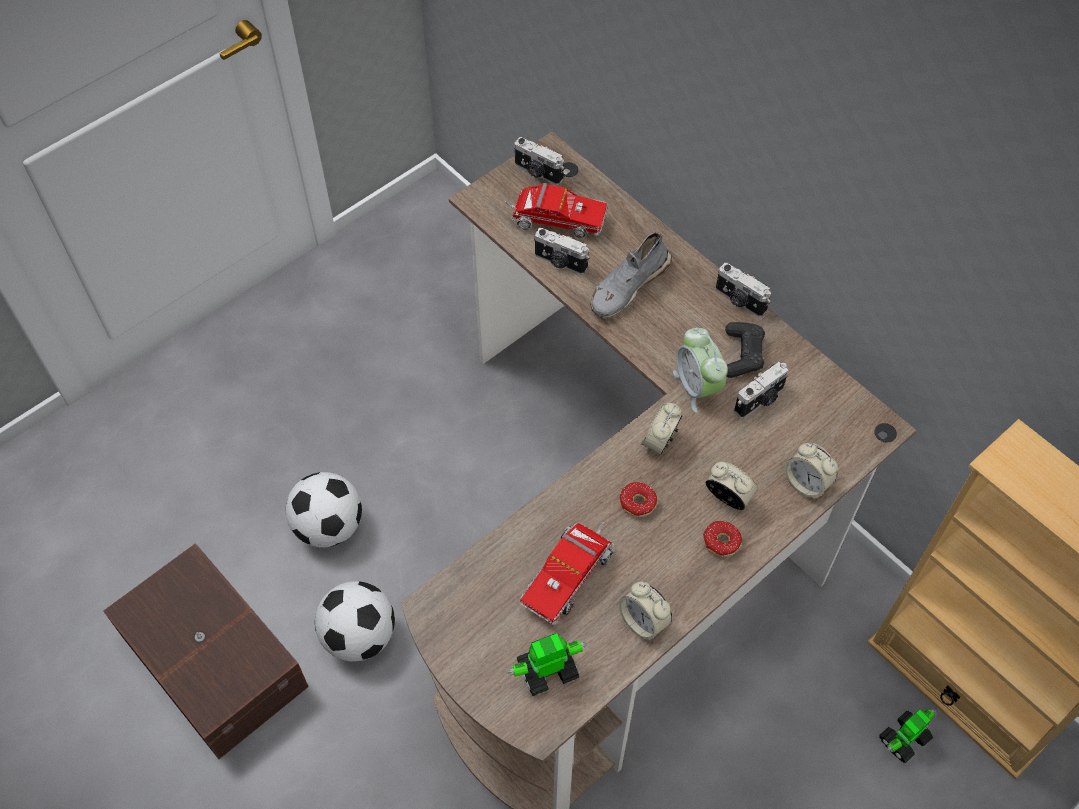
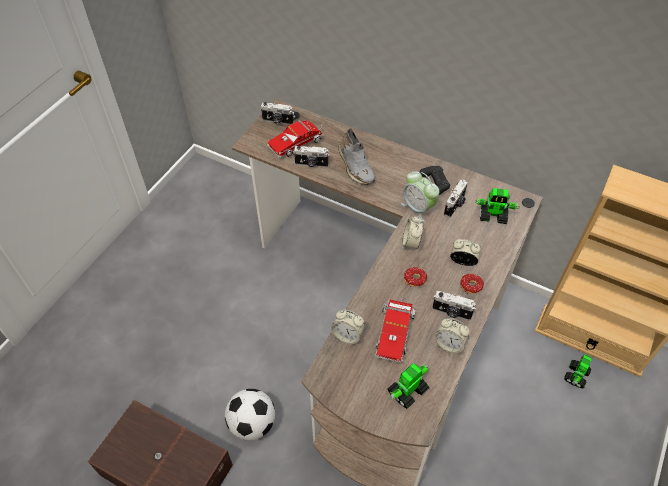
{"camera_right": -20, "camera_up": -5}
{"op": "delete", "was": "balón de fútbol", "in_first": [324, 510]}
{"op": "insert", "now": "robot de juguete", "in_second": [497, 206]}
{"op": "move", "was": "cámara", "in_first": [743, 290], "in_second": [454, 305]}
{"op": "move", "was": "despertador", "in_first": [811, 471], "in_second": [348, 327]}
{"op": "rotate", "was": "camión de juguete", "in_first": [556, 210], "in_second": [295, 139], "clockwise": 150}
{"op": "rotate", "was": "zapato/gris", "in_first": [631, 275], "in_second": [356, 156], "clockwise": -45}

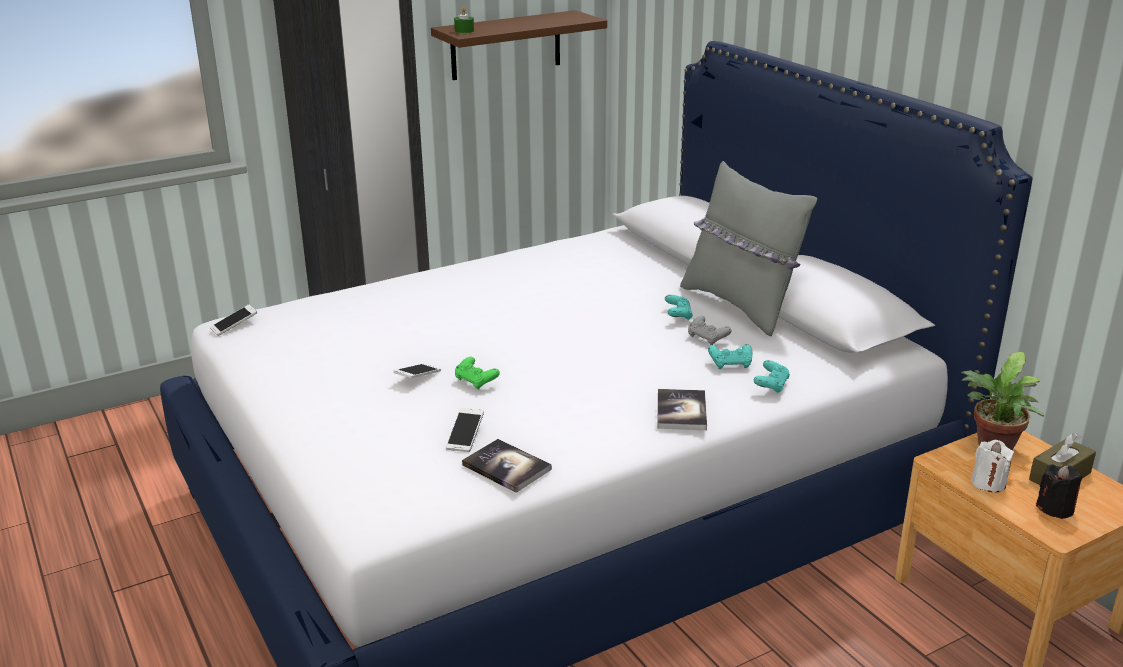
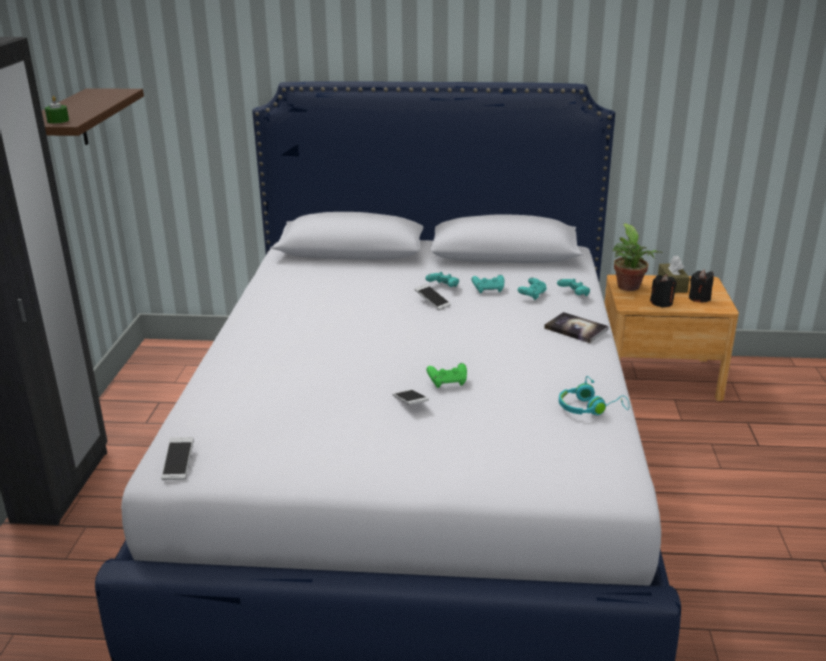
{"camera_right": -55, "camera_up": 0}
{"op": "delete", "was": "cojín/gris", "in_first": [748, 248]}
{"op": "move", "was": "móvil", "in_first": [465, 430], "in_second": [433, 297]}
{"op": "replace", "was": "libro", "now": "auriculares/turquesa", "in_first": [507, 466], "in_second": [594, 395]}
{"op": "recolor", "was": "mando de consola/gris", "now": "mando de consola/turquesa", "in_first": [710, 330], "in_second": [487, 284]}
{"op": "recolor", "was": "vela/blanco", "now": "vela/negro", "in_first": [992, 466], "in_second": [663, 290]}

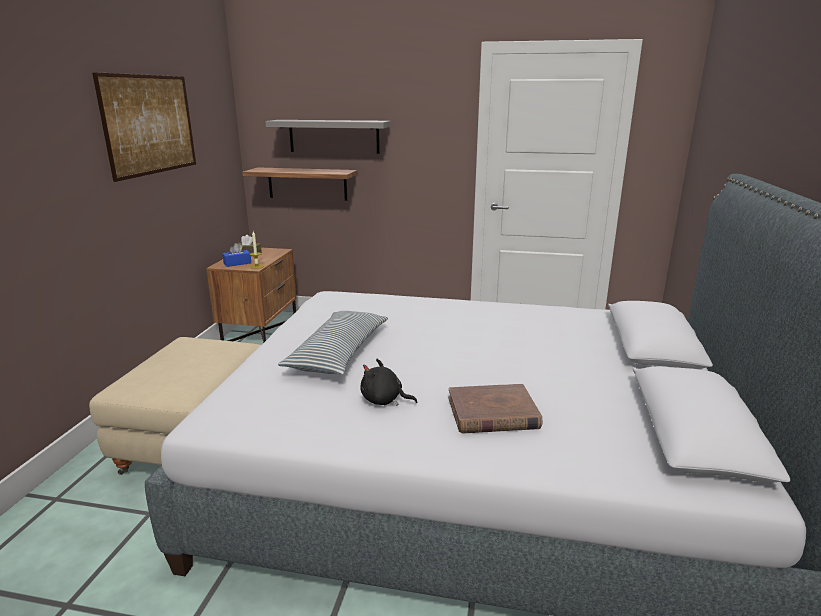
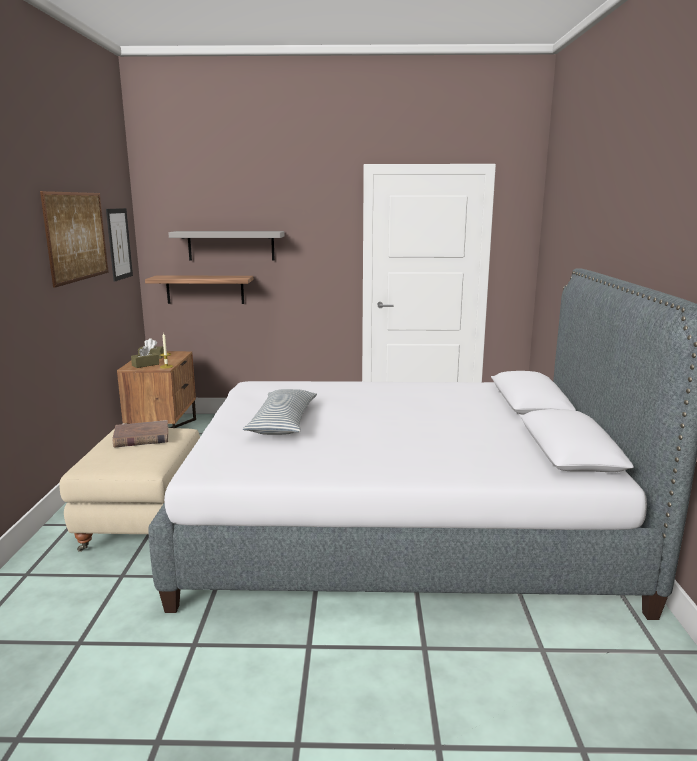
{"camera_right": -10, "camera_up": -5}
{"op": "delete", "was": "peluche/negro", "in_first": [388, 382]}
{"op": "insert", "now": "cuadro", "in_second": [119, 245]}
{"op": "move", "was": "libro/marrón", "in_first": [495, 409], "in_second": [140, 434]}
{"op": "recolor", "was": "caja de pañuelos/azul", "now": "caja de pañuelos/marrón", "in_first": [236, 255], "in_second": [145, 357]}

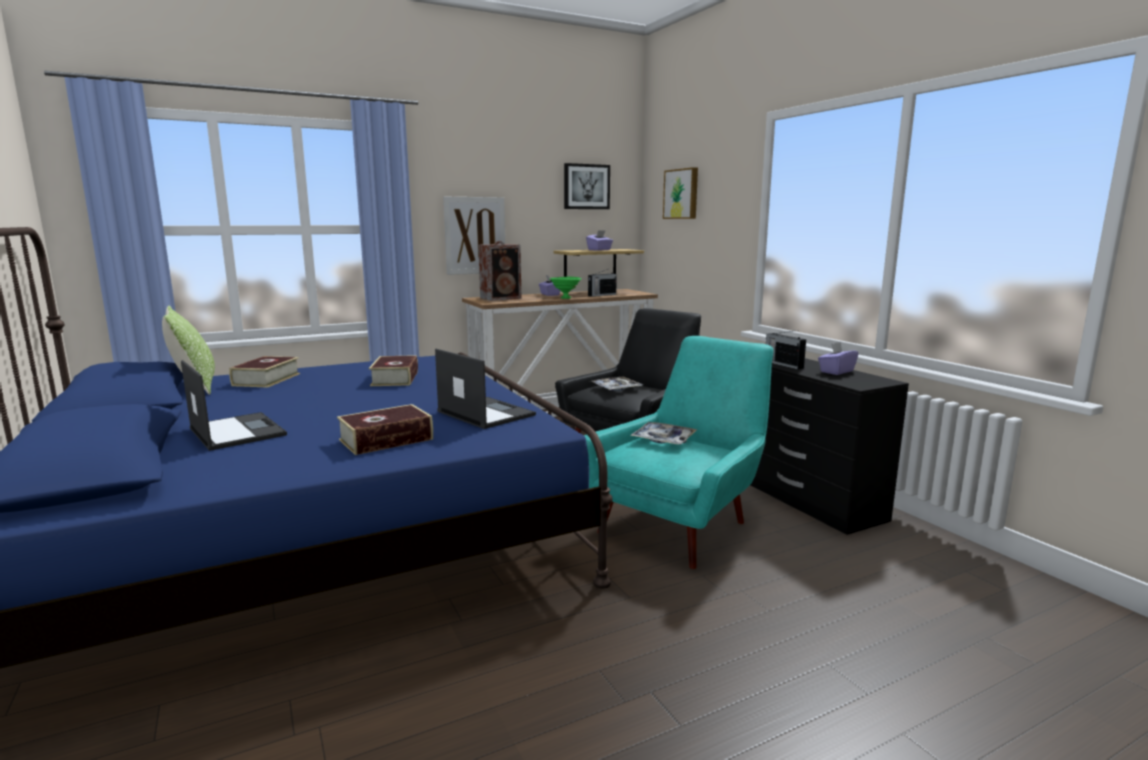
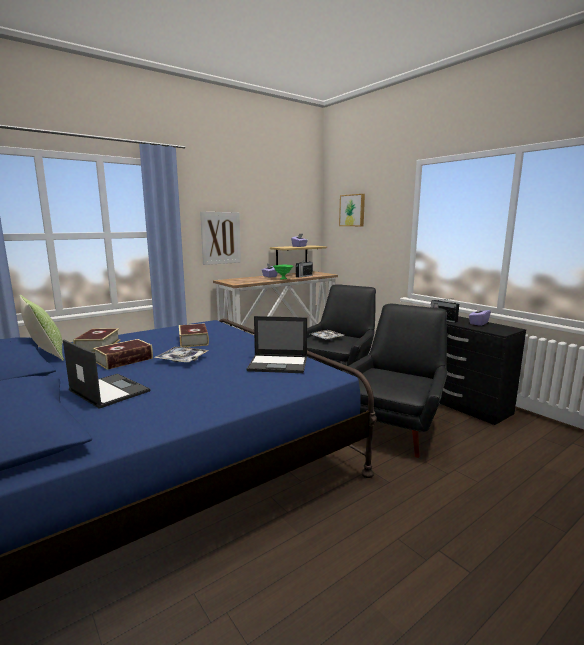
{"camera_right": -10, "camera_up": 0}
{"op": "delete", "was": "altavoz", "in_first": [499, 271]}
{"op": "delete", "was": "cuadro", "in_first": [587, 186]}
{"op": "move", "was": "libro", "in_first": [385, 429], "in_second": [123, 354]}
{"op": "move", "was": "bandeja", "in_first": [664, 433], "in_second": [181, 355]}
{"op": "recolor", "was": "sillón/turquesa", "now": "sillón/negro", "in_first": [678, 452], "in_second": [395, 381]}
{"op": "rotate", "was": "portátil", "in_first": [485, 389], "in_second": [276, 344], "clockwise": 150}

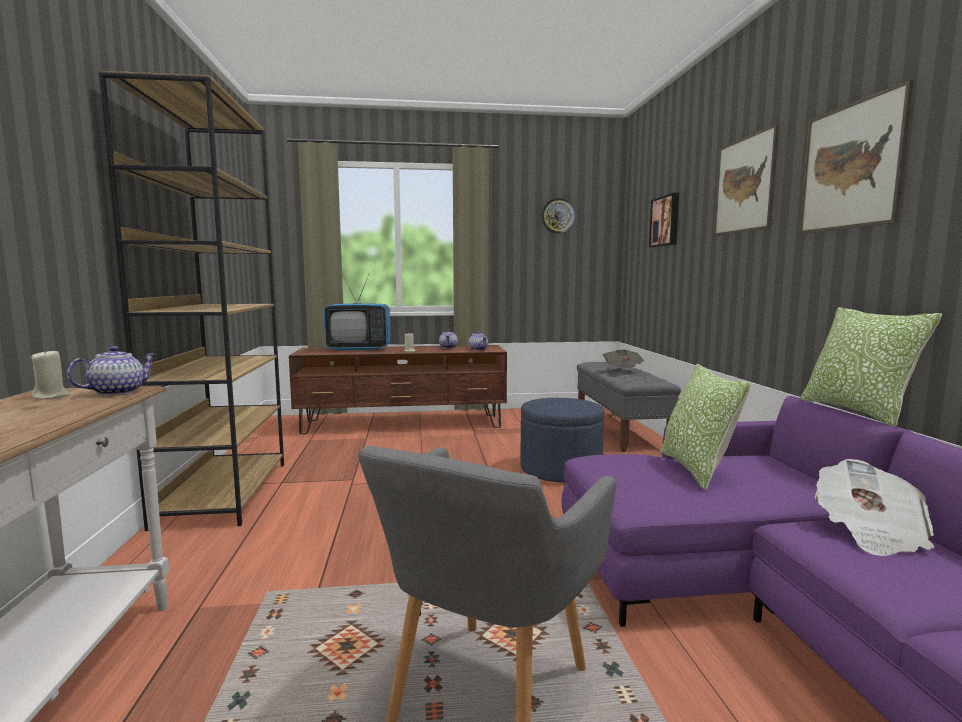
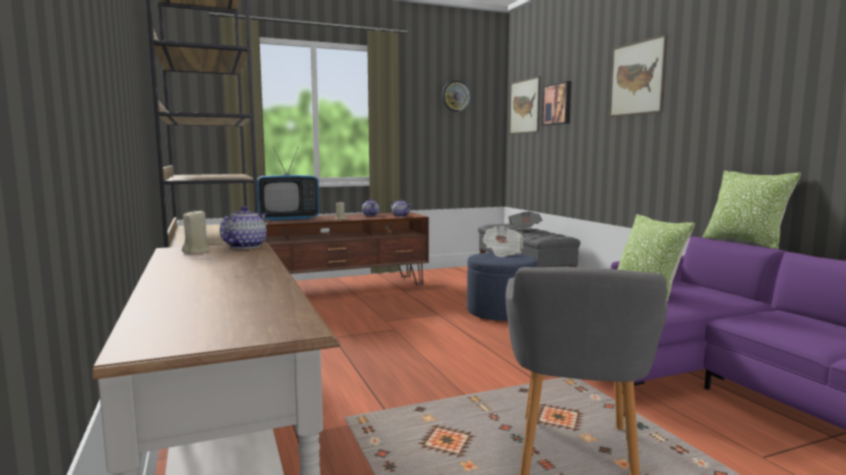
{"camera_right": -15, "camera_up": 0}
{"op": "move", "was": "cuadro", "in_first": [856, 156], "in_second": [525, 105]}
{"op": "move", "was": "periódico", "in_first": [874, 507], "in_second": [502, 241]}

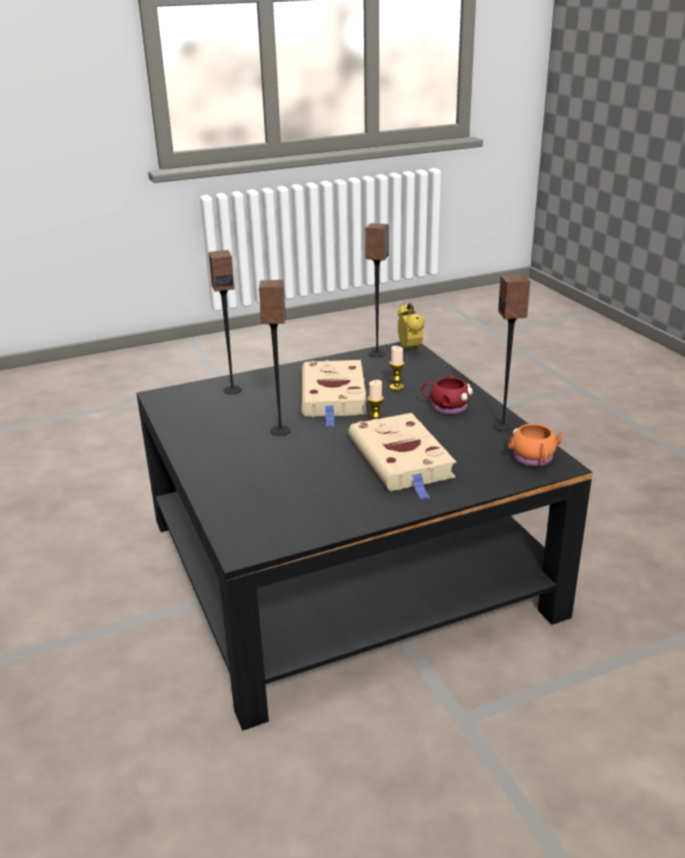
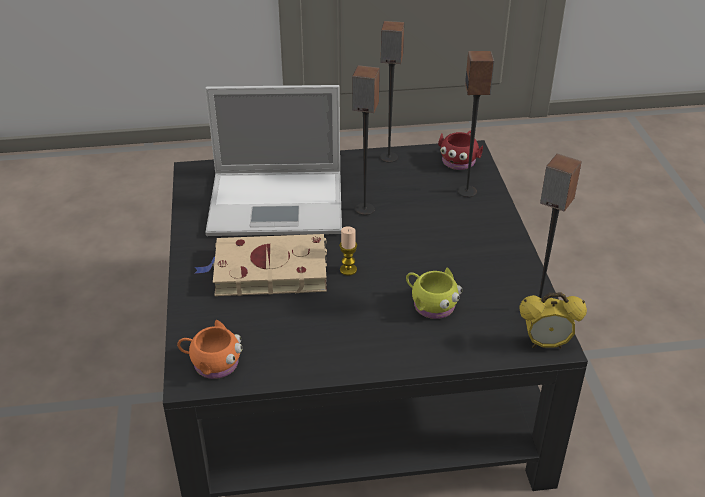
{"camera_right": 105, "camera_up": 10}
{"op": "delete", "was": "libro/beis", "in_first": [334, 393]}
{"op": "insert", "now": "portátil", "in_second": [273, 160]}
{"op": "move", "was": "taza grande/rojo", "in_first": [447, 394], "in_second": [460, 150]}
{"op": "move", "was": "altavoz", "in_first": [512, 352], "in_second": [392, 92]}
{"op": "replace", "was": "vela", "now": "taza grande/amarillo", "in_first": [396, 368], "in_second": [434, 293]}

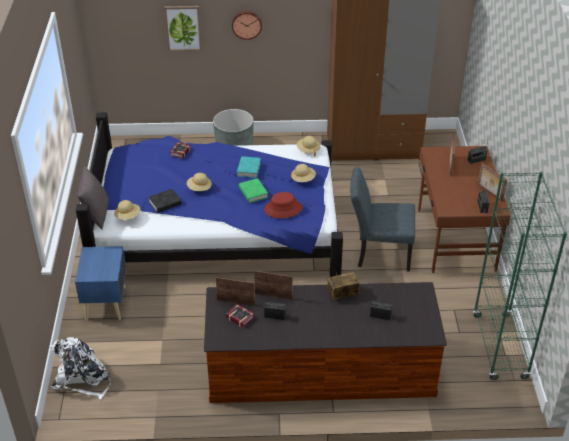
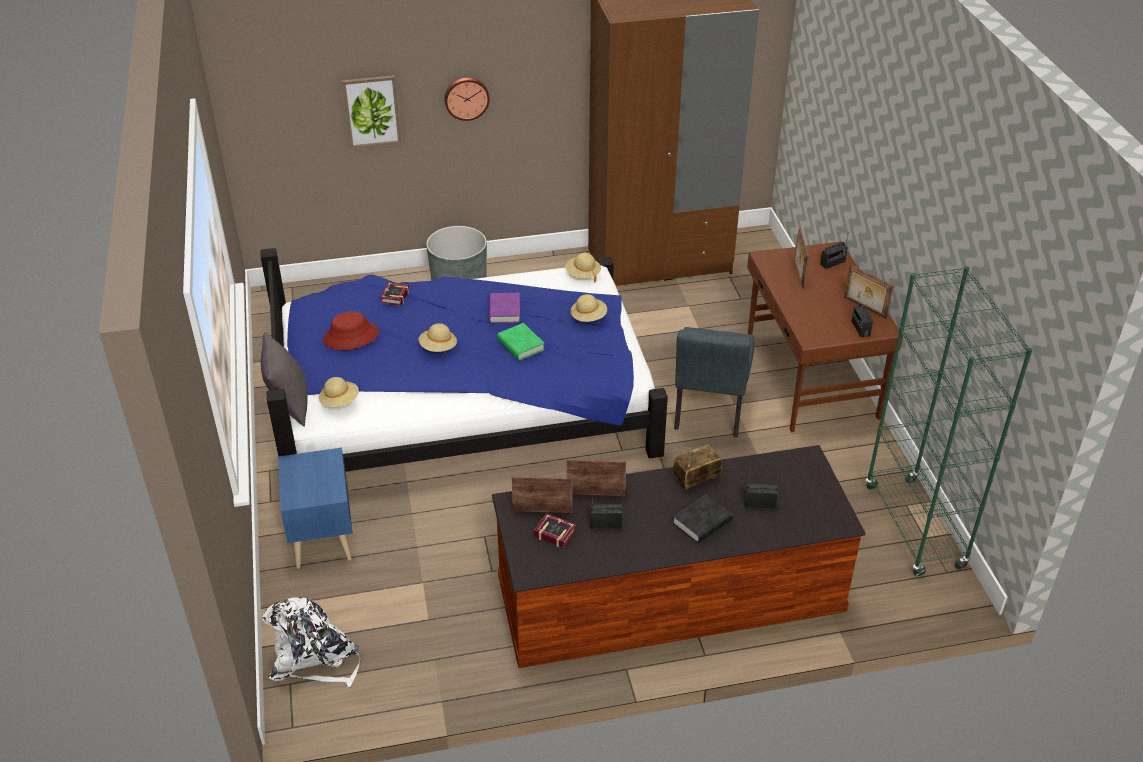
{"camera_right": -10, "camera_up": 0}
{"op": "move", "was": "libro/negro", "in_first": [165, 201], "in_second": [702, 518]}
{"op": "move", "was": "sombrero/rojo", "in_first": [283, 205], "in_second": [351, 330]}
{"op": "recolor", "was": "libro/turquesa", "now": "libro/morado", "in_first": [248, 167], "in_second": [504, 308]}
{"op": "rotate", "was": "silla/gris", "in_first": [382, 219], "in_second": [714, 382], "clockwise": -75}

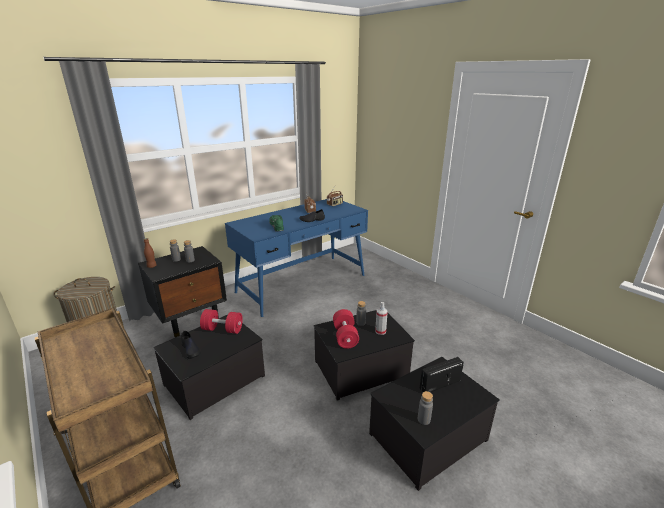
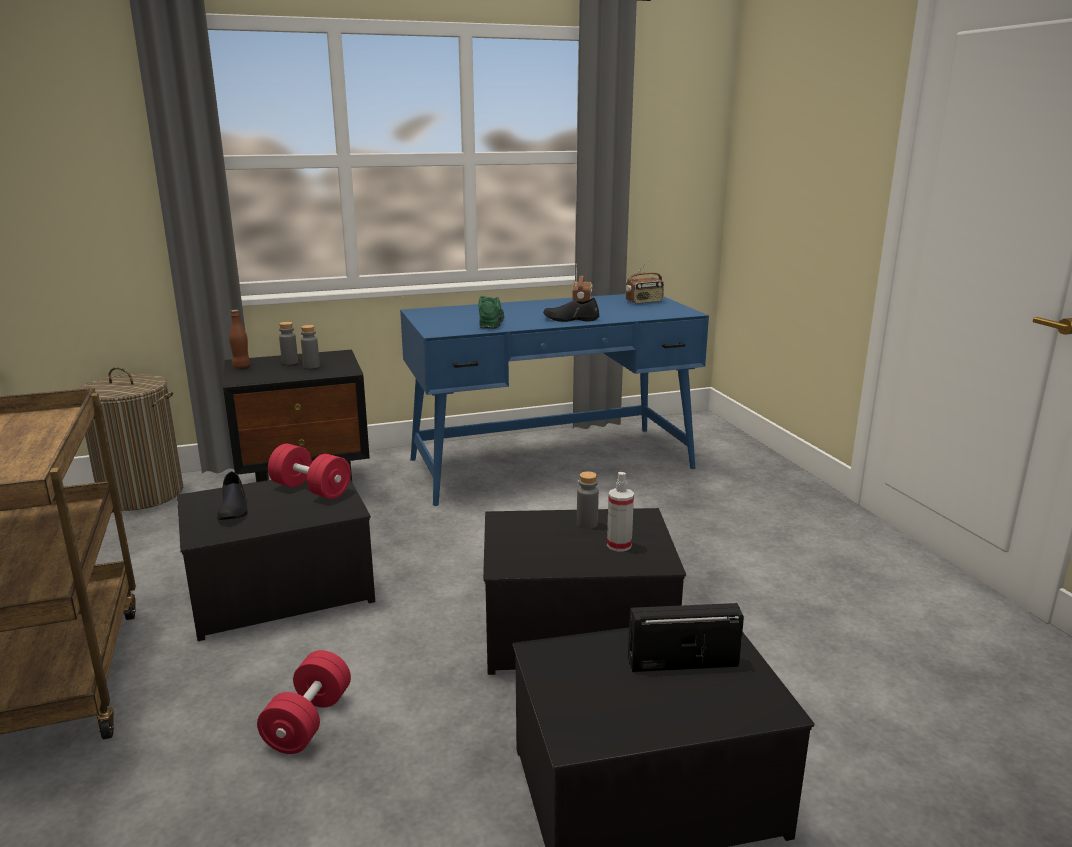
{"camera_right": 20, "camera_up": -5}
{"op": "delete", "was": "botella/gris", "in_first": [425, 408]}
{"op": "move", "was": "mancuerna/rojo", "in_first": [346, 329], "in_second": [304, 702]}

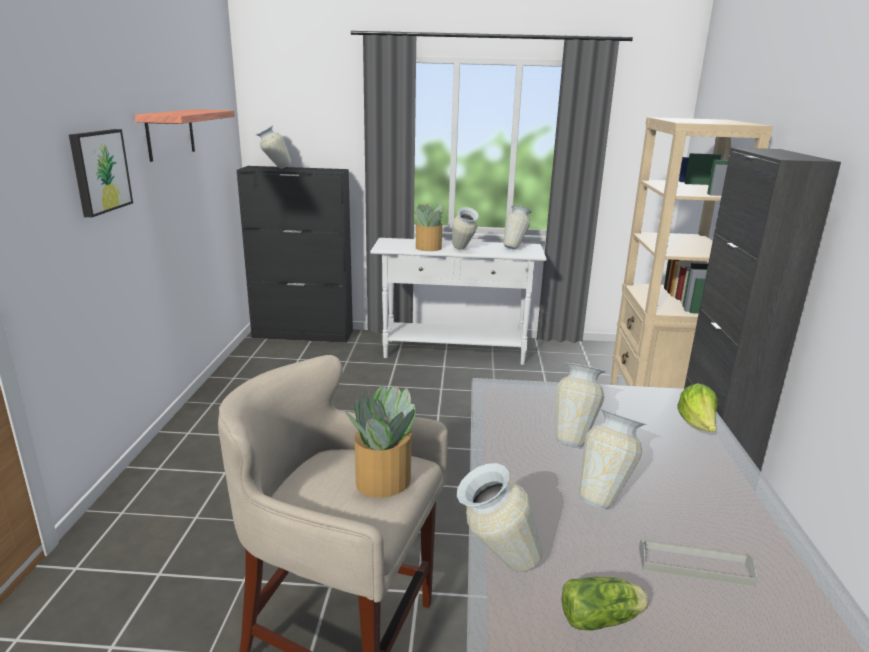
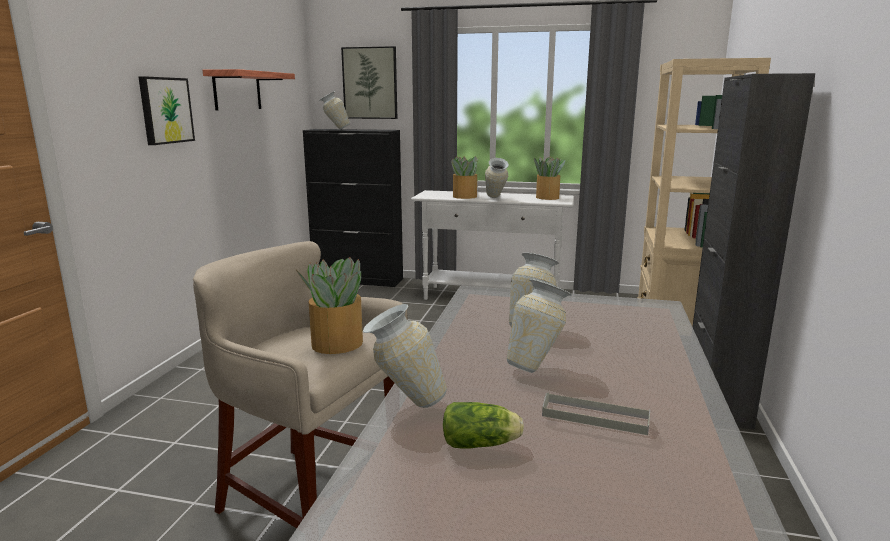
{"camera_right": 10, "camera_up": -5}
{"op": "delete", "was": "lechuga", "in_first": [697, 407]}
{"op": "insert", "now": "cuadro", "in_second": [369, 82]}
{"op": "replace", "was": "florero", "now": "planta en maceta", "in_first": [517, 227], "in_second": [549, 178]}

